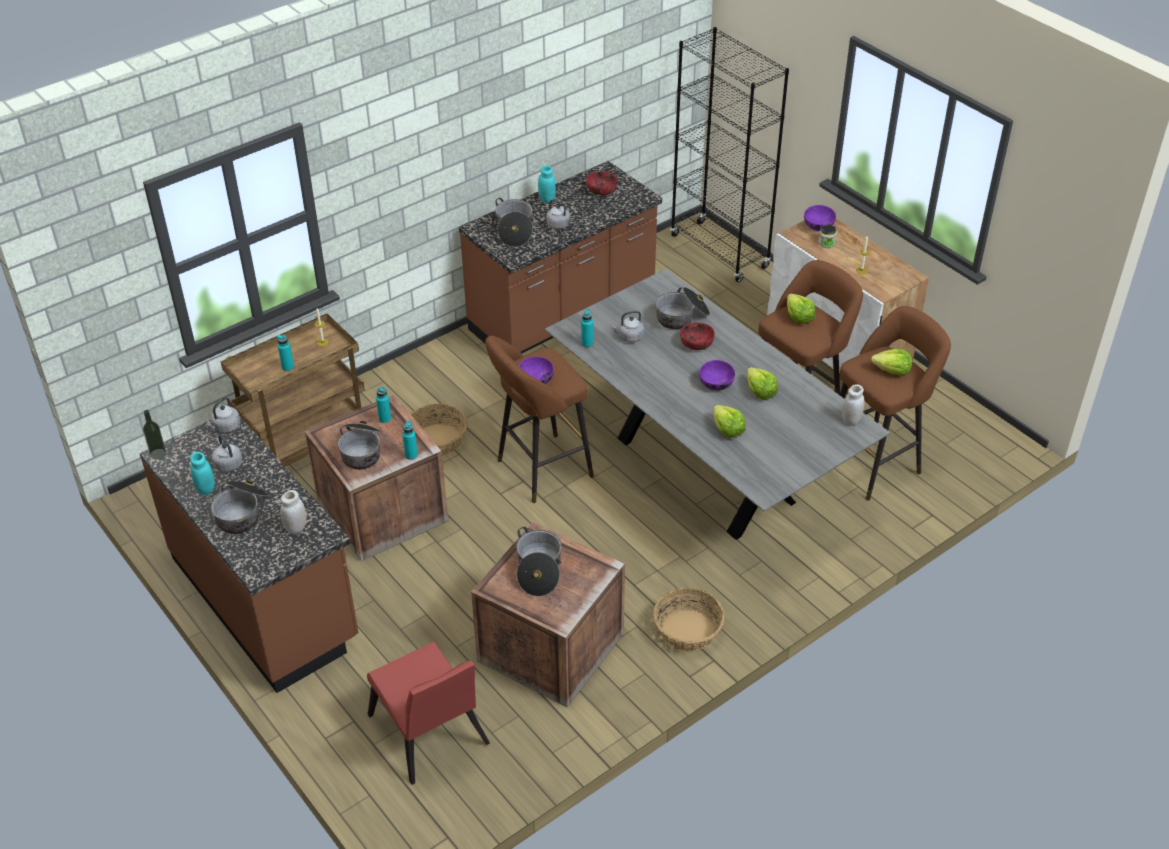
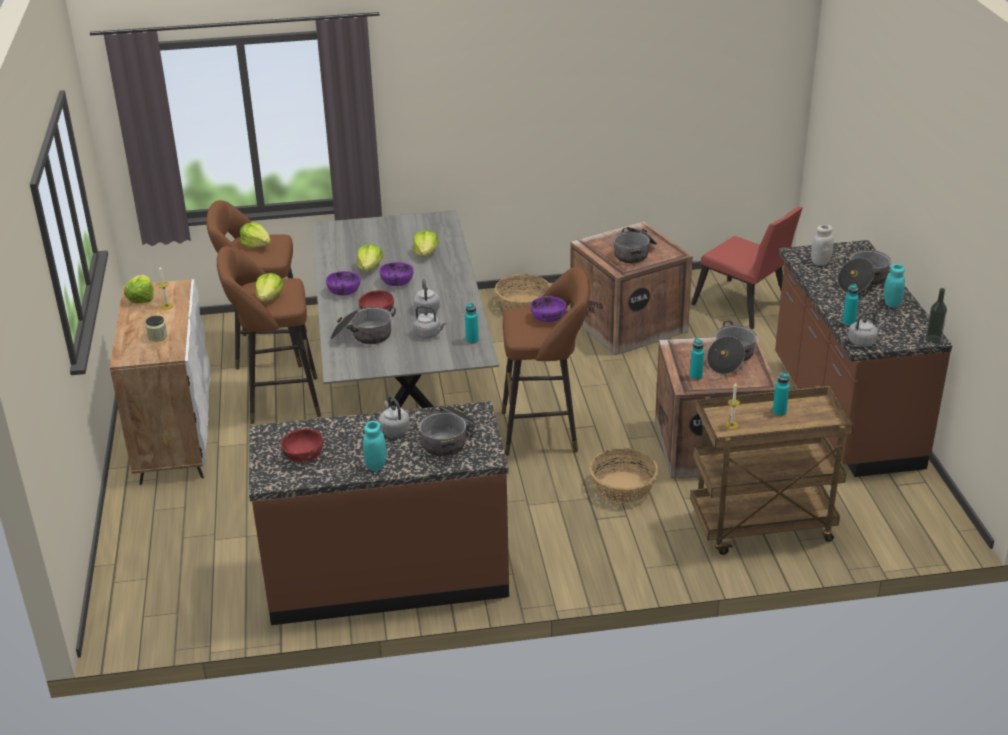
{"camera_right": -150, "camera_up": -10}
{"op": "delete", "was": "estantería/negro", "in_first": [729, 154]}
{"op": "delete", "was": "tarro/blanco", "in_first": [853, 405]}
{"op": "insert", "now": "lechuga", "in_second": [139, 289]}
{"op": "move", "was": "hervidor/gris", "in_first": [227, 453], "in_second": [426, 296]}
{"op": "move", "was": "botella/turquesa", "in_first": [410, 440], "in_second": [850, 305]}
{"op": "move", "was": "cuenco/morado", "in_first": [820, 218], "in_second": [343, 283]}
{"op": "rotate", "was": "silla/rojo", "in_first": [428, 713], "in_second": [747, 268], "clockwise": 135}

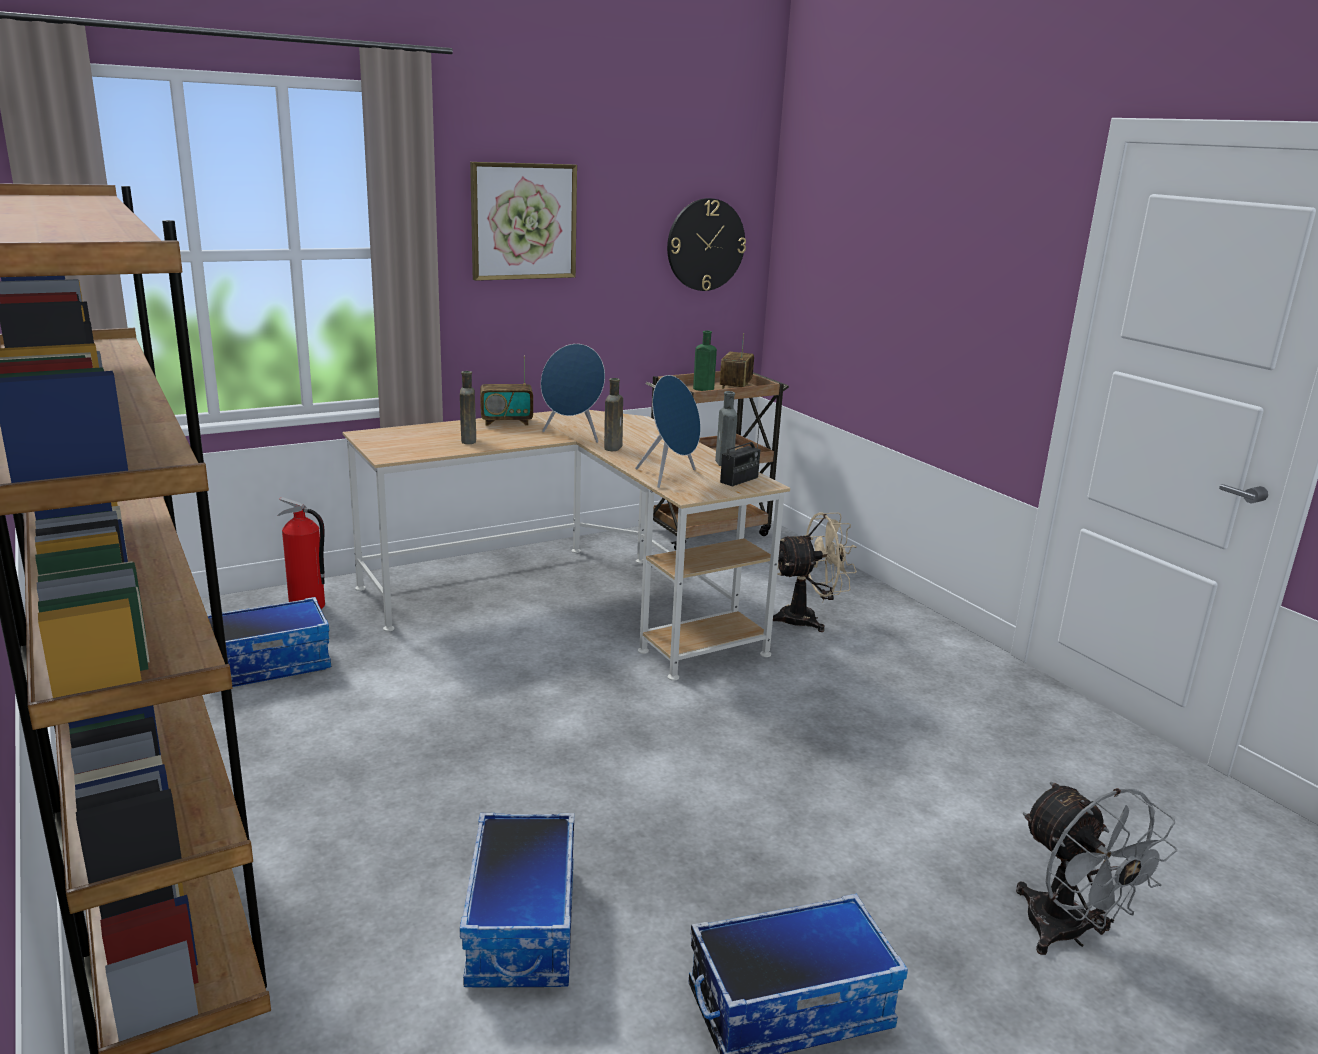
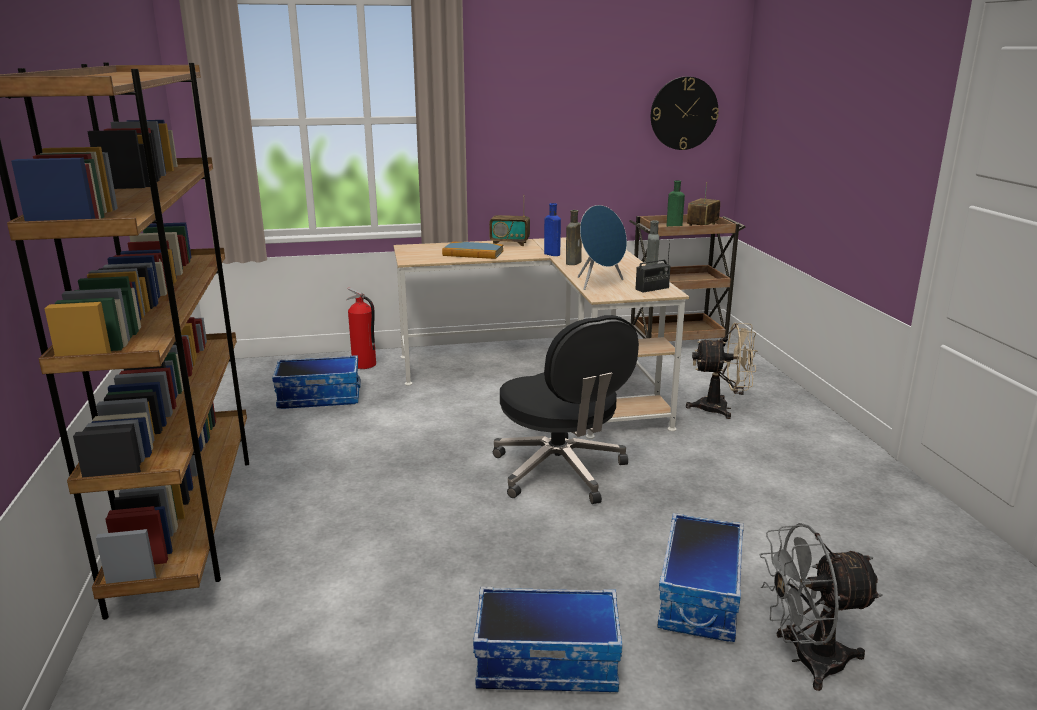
{"camera_right": 20, "camera_up": 0}
{"op": "delete", "was": "cuadro", "in_first": [523, 221]}
{"op": "insert", "now": "silla de oficina/negro", "in_second": [566, 409]}
{"op": "move", "was": "caja de almacenaje", "in_first": [517, 900], "in_second": [700, 577]}
{"op": "replace", "was": "botella/marrón", "now": "libro", "in_first": [468, 407], "in_second": [473, 250]}
{"op": "replace", "was": "altavoz/azul", "now": "botella/azul", "in_first": [573, 393], "in_second": [552, 229]}
{"op": "rotate", "was": "ventilador/gris", "in_first": [1096, 868], "in_second": [821, 607], "clockwise": 90}

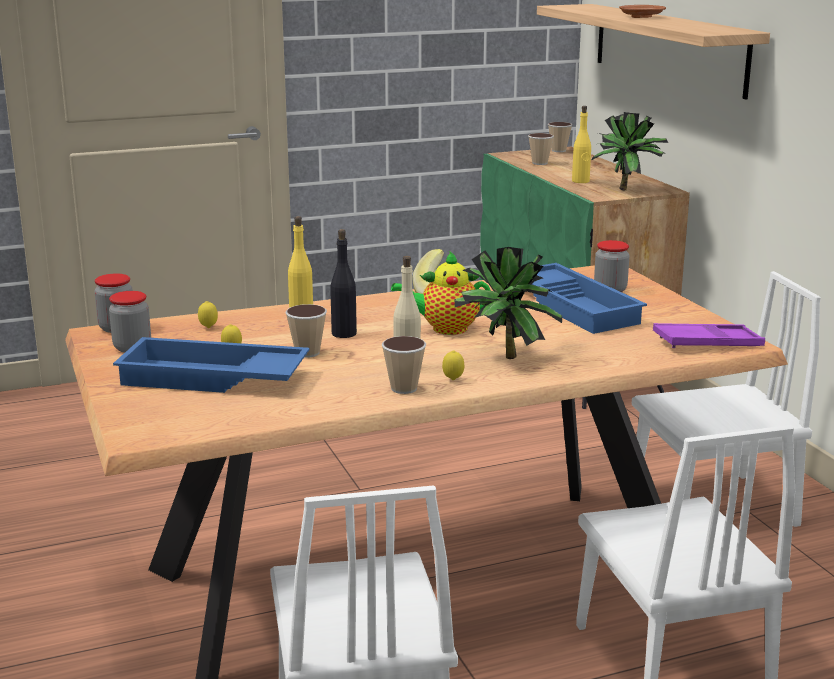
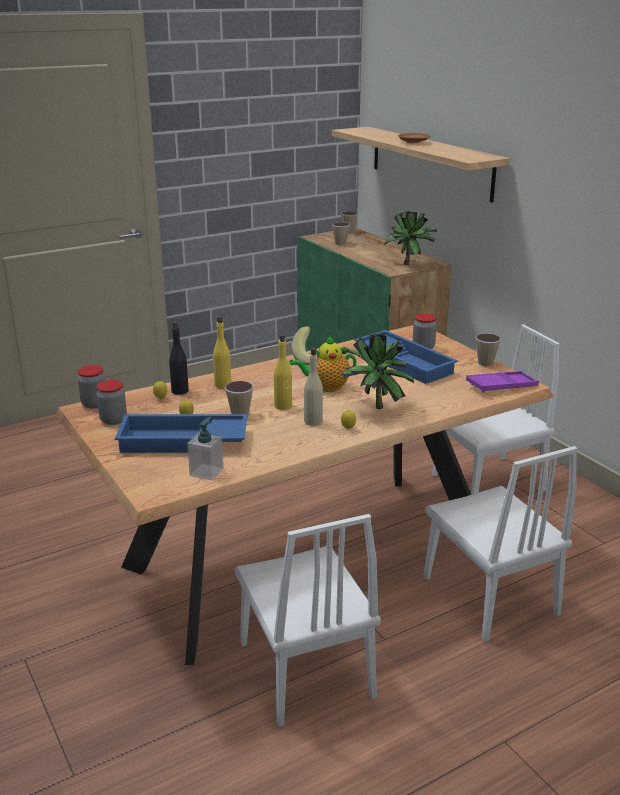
{"camera_right": -10, "camera_up": 5}
{"op": "insert", "now": "dispensador de jabón", "in_second": [205, 449]}
{"op": "move", "was": "botella/negro", "in_first": [343, 283], "in_second": [179, 358]}
{"op": "move", "was": "taza", "in_first": [404, 365], "in_second": [488, 349]}
{"op": "move", "was": "botella/amarillo", "in_first": [581, 144], "in_second": [283, 372]}

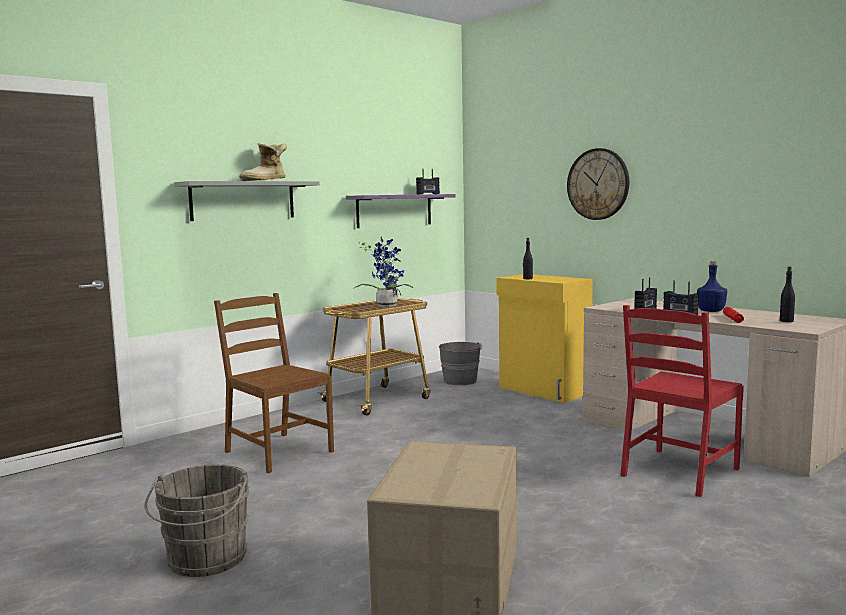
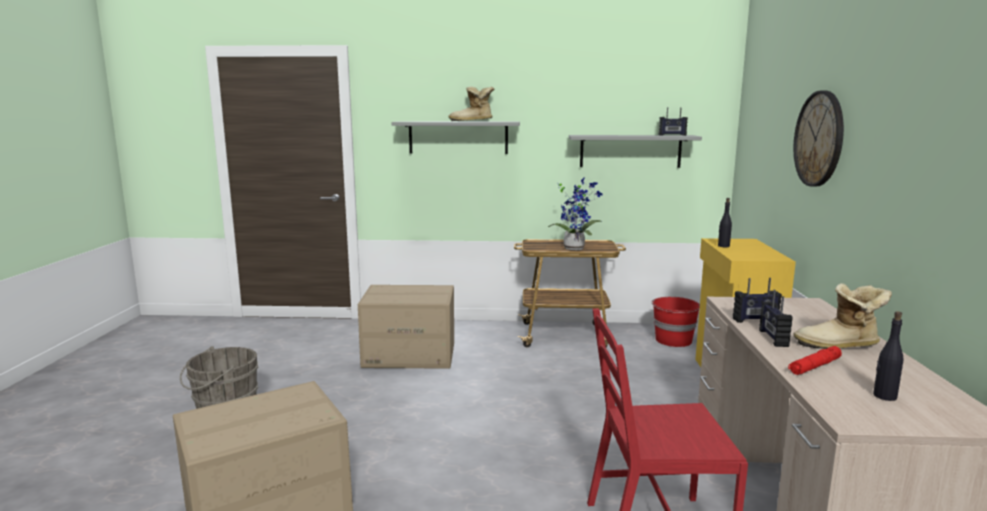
{"camera_right": 45, "camera_up": 5}
{"op": "replace", "was": "silla/marrón", "now": "caja de cartón", "in_first": [274, 383], "in_second": [406, 326]}
{"op": "replace", "was": "botella/azul", "now": "bota", "in_first": [712, 286], "in_second": [842, 316]}
{"op": "recolor", "was": "estante/morado", "now": "estante/gris", "in_first": [401, 211], "in_second": [635, 151]}
{"op": "recolor", "was": "cubo/gris", "now": "cubo/rojo", "in_first": [461, 363], "in_second": [676, 322]}

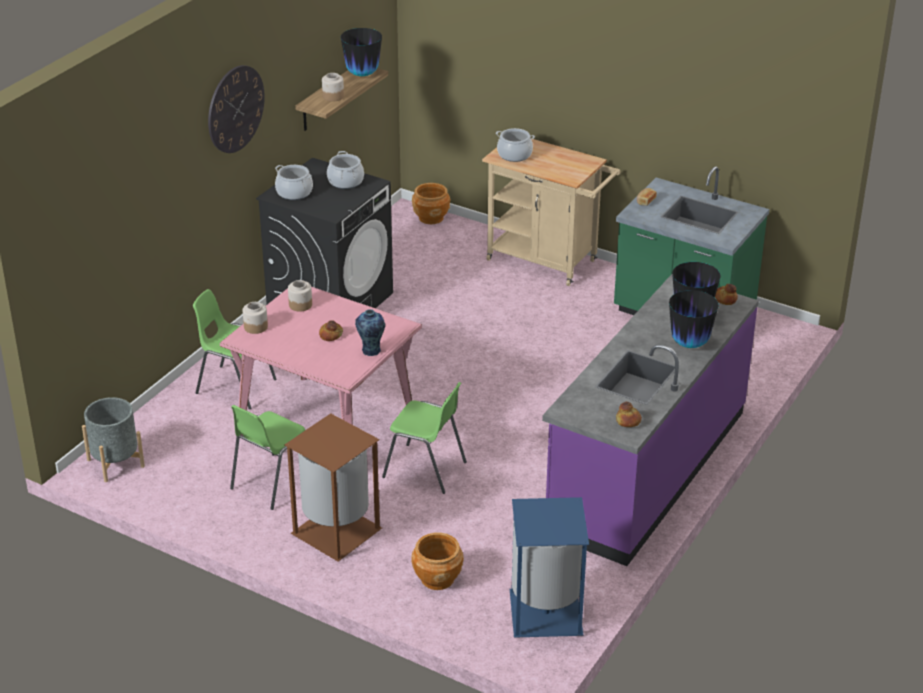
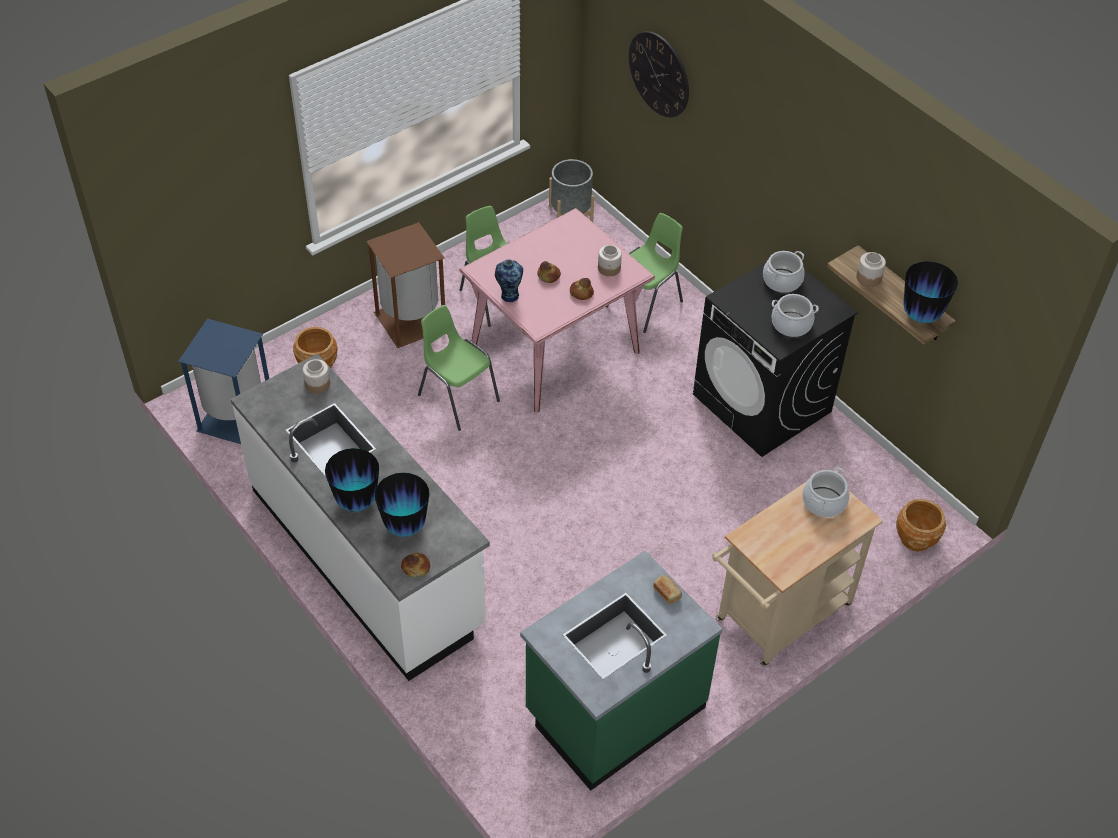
{"camera_right": 110, "camera_up": 15}
{"op": "move", "was": "reloj de pared", "in_first": [236, 109], "in_second": [659, 74]}
{"op": "move", "was": "tarro", "in_first": [255, 318], "in_second": [316, 376]}
{"op": "move", "was": "pan", "in_first": [629, 414], "in_second": [582, 289]}
{"op": "recolor", "was": "mueble bajo de cocina/morado", "now": "mueble bajo de cocina/blanco", "in_first": [650, 420], "in_second": [360, 517]}
{"op": "rotate", "was": "silla/verde", "in_first": [424, 438], "in_second": [459, 368], "clockwise": 90}

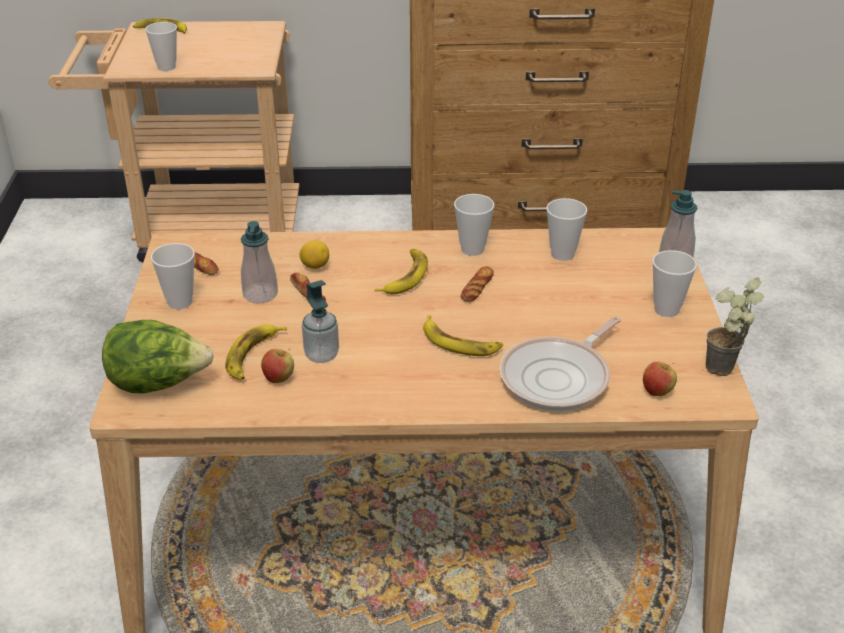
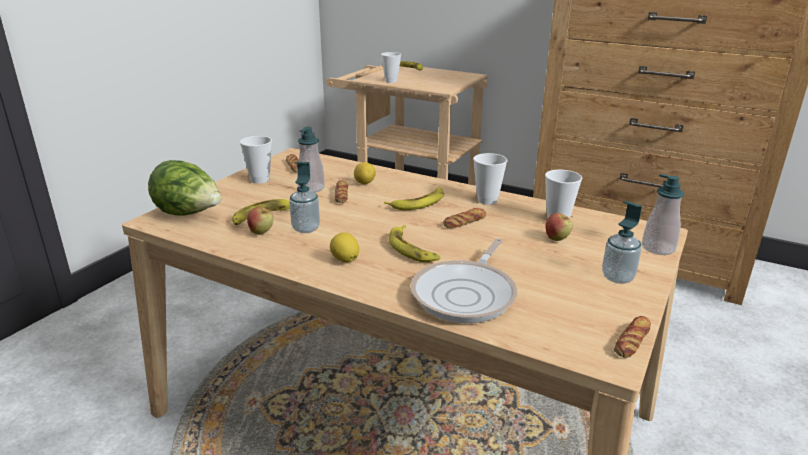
{"camera_right": 30, "camera_up": -10}
{"op": "insert", "now": "limón", "in_second": [344, 247]}
{"op": "move", "was": "manzana", "in_first": [660, 378], "in_second": [559, 227]}
{"op": "replace", "was": "taza", "now": "dispensador de jabón", "in_first": [674, 283], "in_second": [622, 242]}
{"op": "replace", "was": "planta en maceta", "now": "pan", "in_first": [735, 326], "in_second": [632, 337]}
{"op": "rotate", "was": "sartén", "in_first": [560, 363], "in_second": [464, 280], "clockwise": -45}

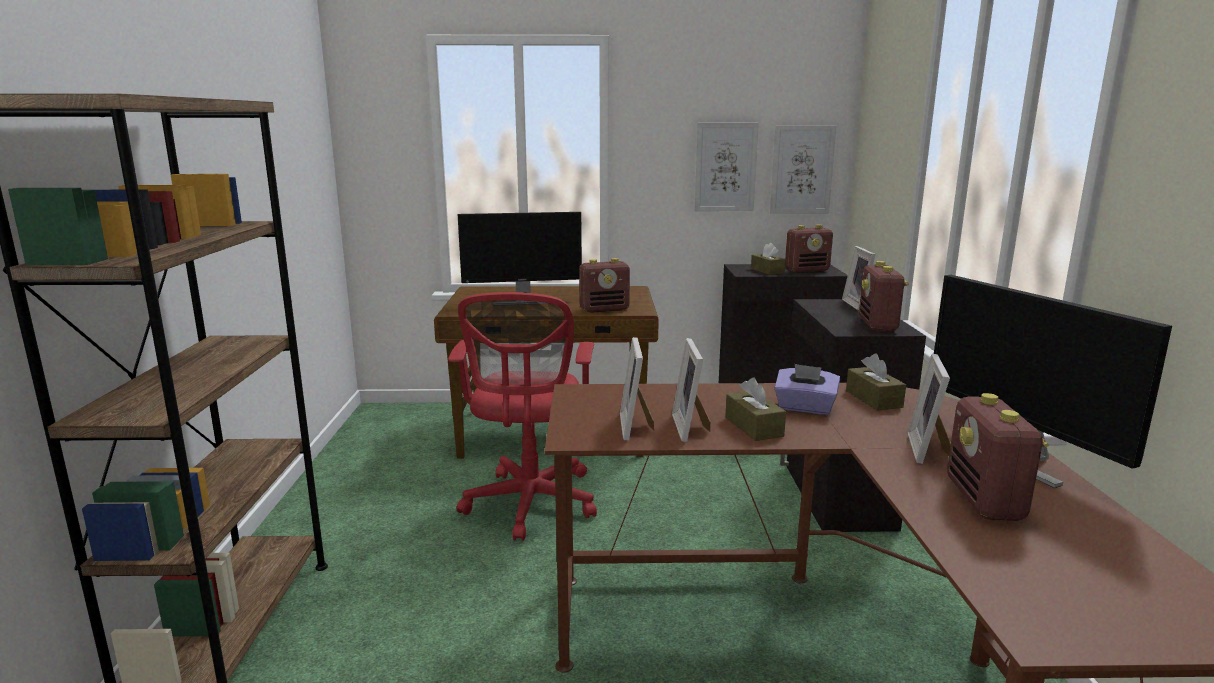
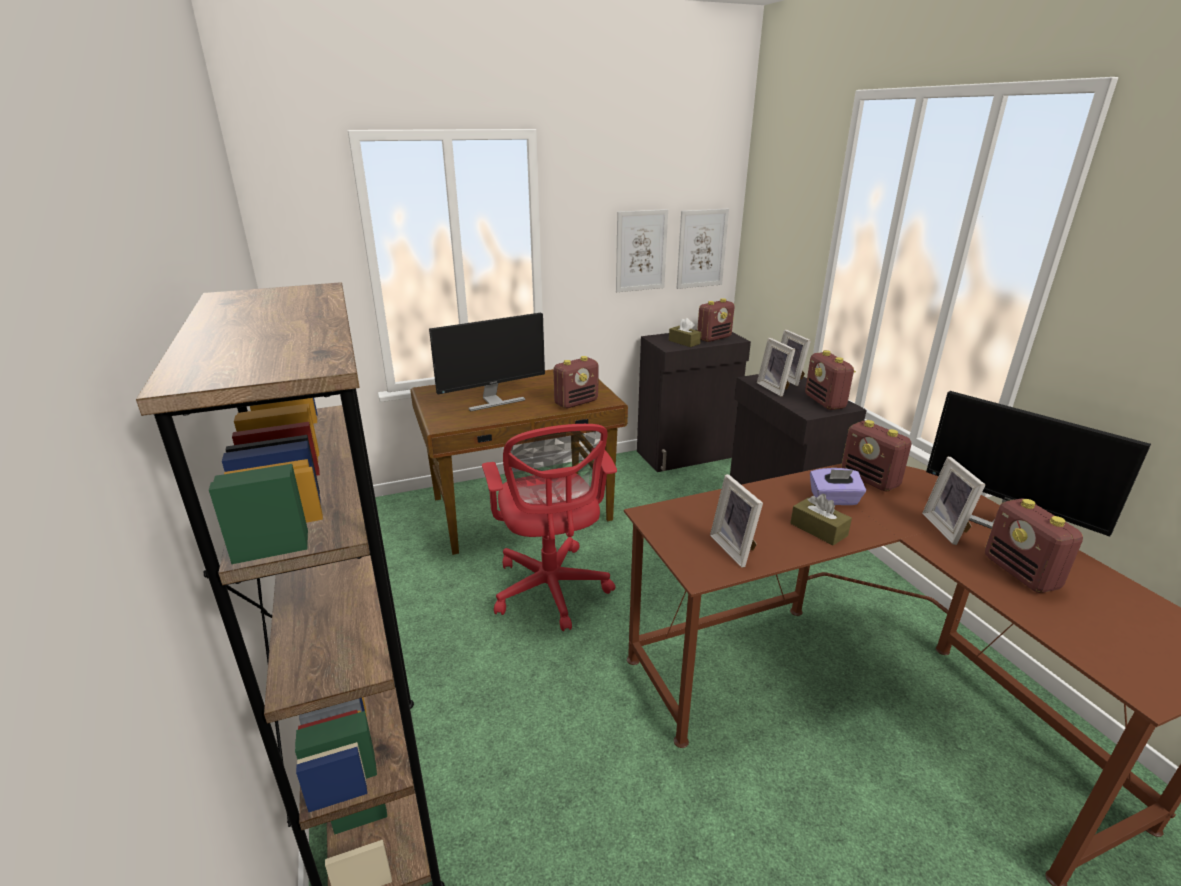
{"camera_right": -20, "camera_up": 10}
{"op": "move", "was": "portarretratos", "in_first": [691, 390], "in_second": [776, 367]}
{"op": "replace", "was": "caja de pañuelos/marrón", "now": "radio", "in_first": [876, 382], "in_second": [876, 455]}

